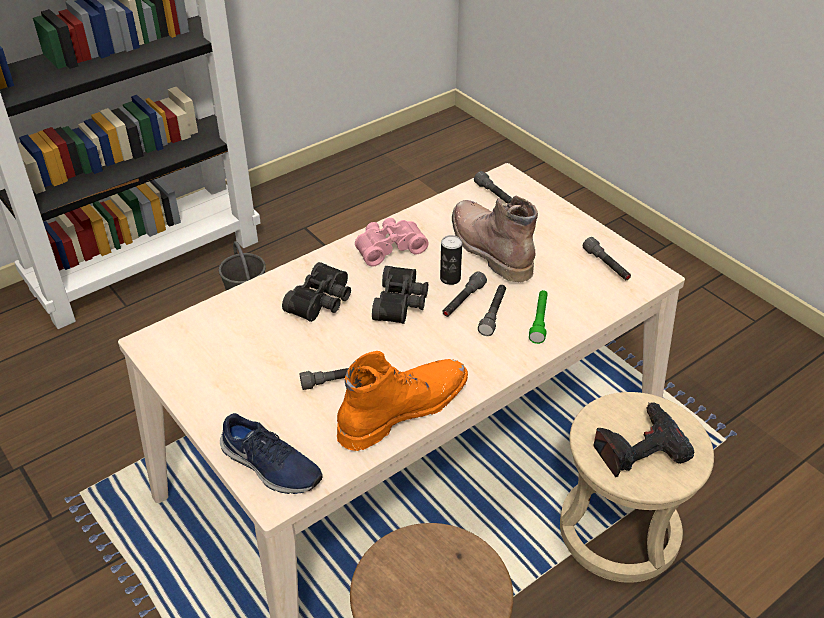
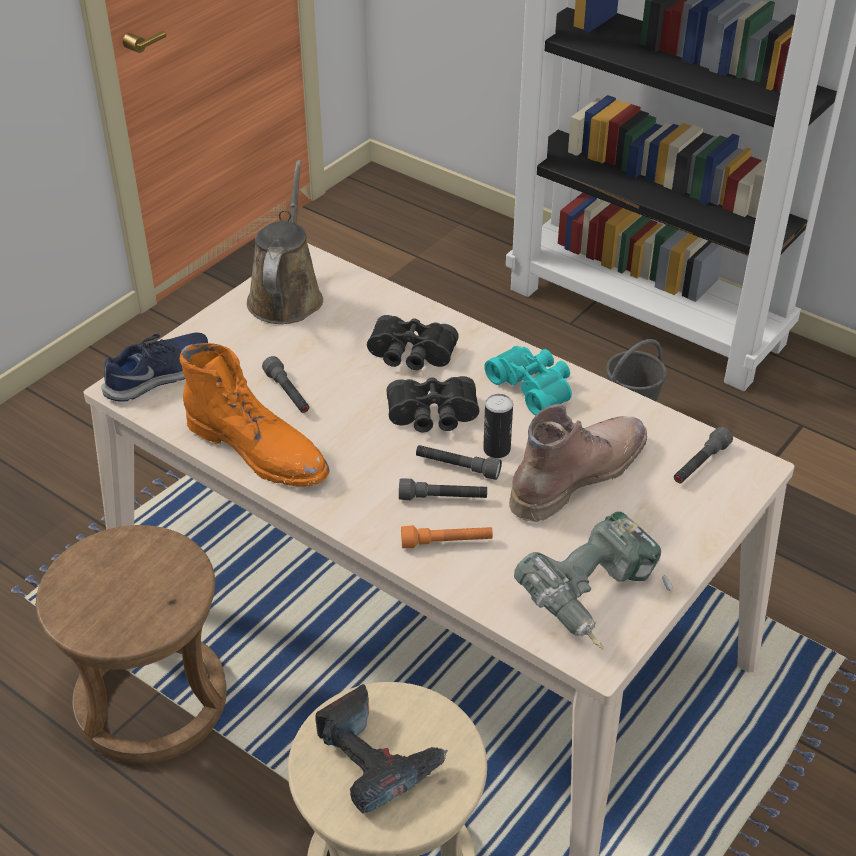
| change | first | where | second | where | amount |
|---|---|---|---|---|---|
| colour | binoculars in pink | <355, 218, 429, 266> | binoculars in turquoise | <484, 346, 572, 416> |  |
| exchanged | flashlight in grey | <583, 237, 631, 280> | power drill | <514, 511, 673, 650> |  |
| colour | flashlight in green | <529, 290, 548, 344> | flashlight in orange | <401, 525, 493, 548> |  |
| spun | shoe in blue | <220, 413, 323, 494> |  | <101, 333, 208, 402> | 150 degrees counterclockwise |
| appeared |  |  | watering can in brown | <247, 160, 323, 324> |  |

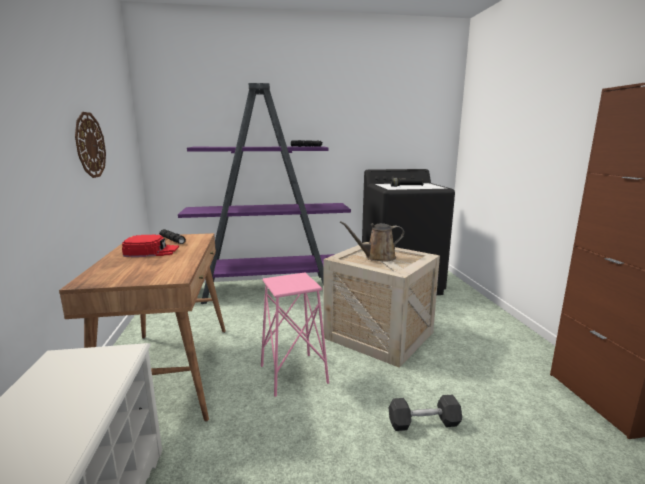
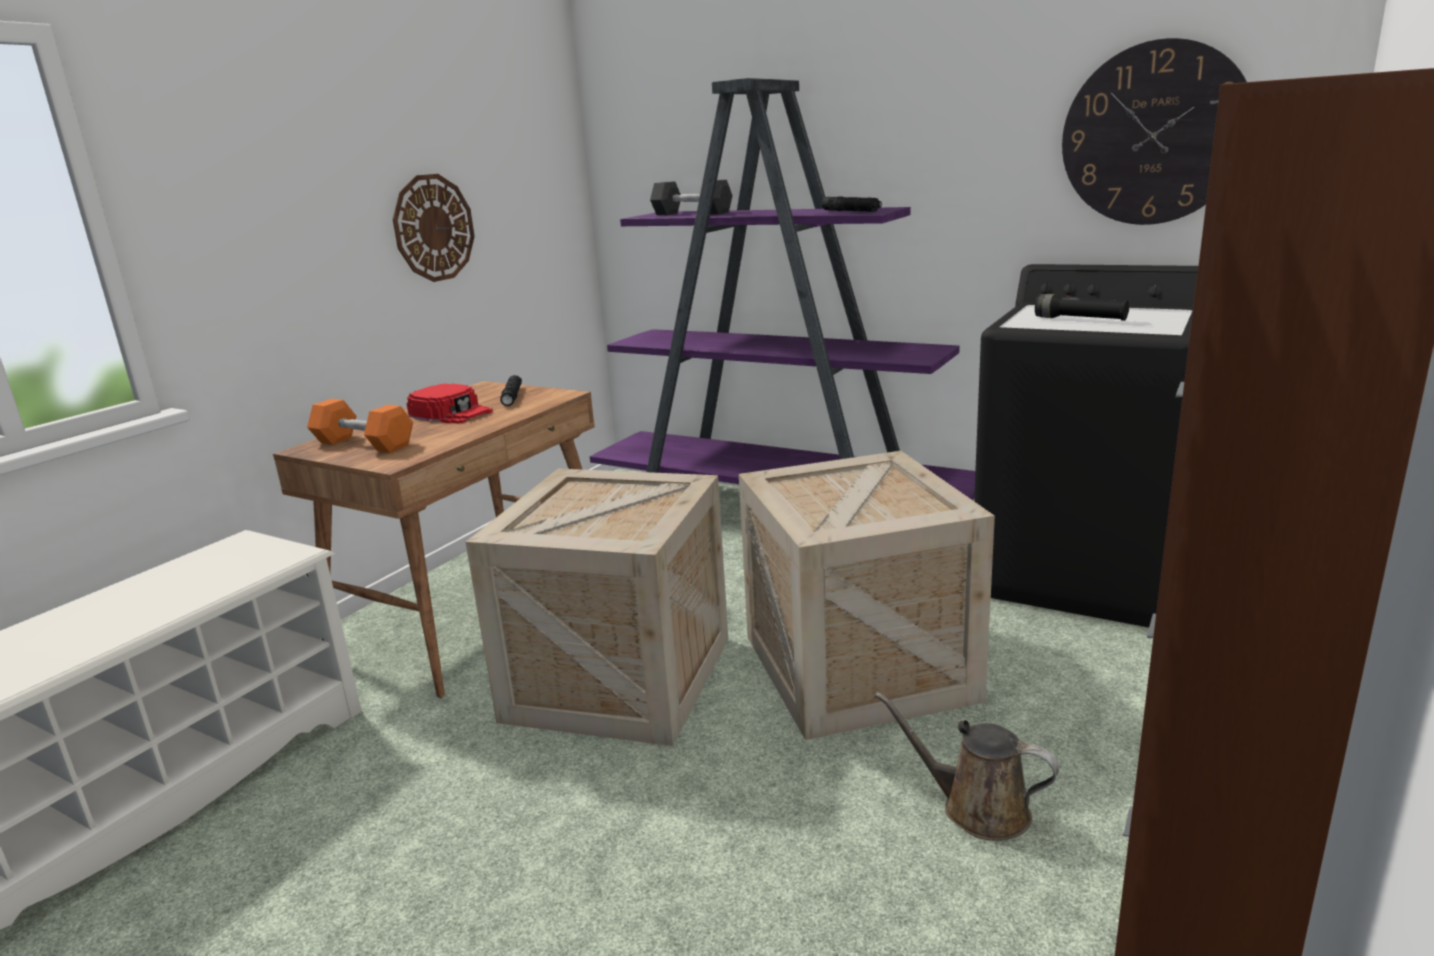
| change | first | where | second | where | amount |
|---|---|---|---|---|---|
| relocated | watering can in brown | <340, 221, 404, 262> |  | <875, 692, 1059, 841> |  |
| exchanged | stool in pink | <261, 273, 329, 397> | crate | <466, 469, 728, 746> |  |
| relocated | dumbbell in grey | <389, 394, 462, 431> |  | <650, 180, 733, 215> |  |
| appeared |  |  | wall clock | <1062, 38, 1247, 225> |  |
| appeared |  |  | dumbbell in orange | <307, 399, 413, 453> |  |

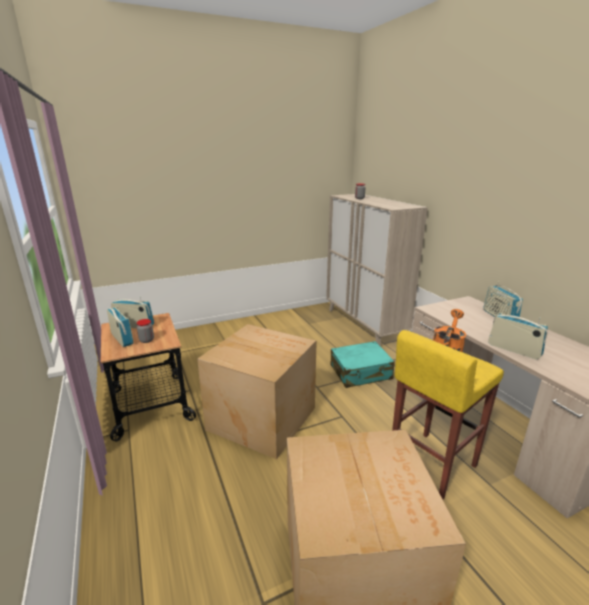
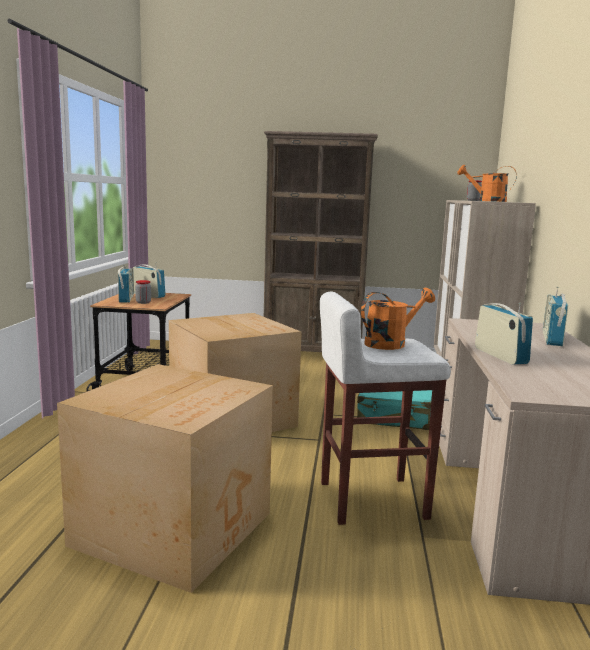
| change | first | where | second | where | amount |
|---|---|---|---|---|---|
| colour | stool in yellow | <392, 330, 504, 499> | stool in white | <320, 292, 451, 525> |  |
| appeared |  |  | bookcase in brown | <264, 131, 378, 352> |  |
| appeared |  |  | watering can in orange | <457, 165, 517, 202> |  |

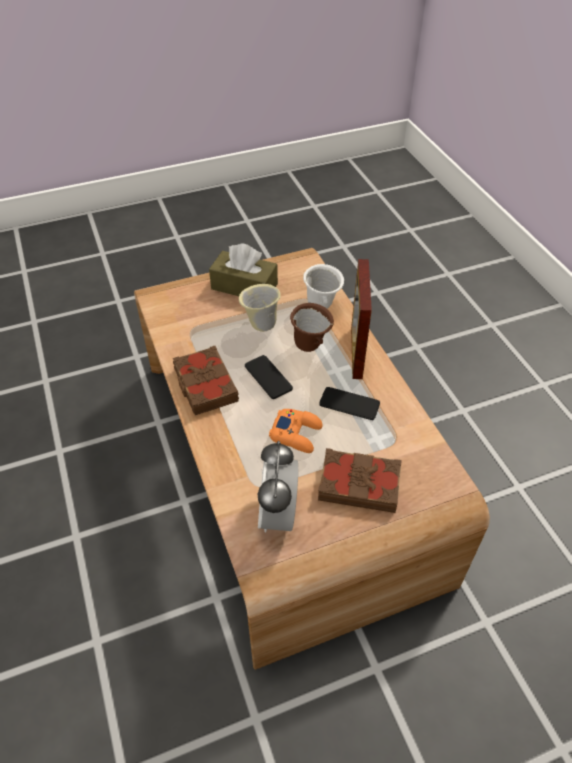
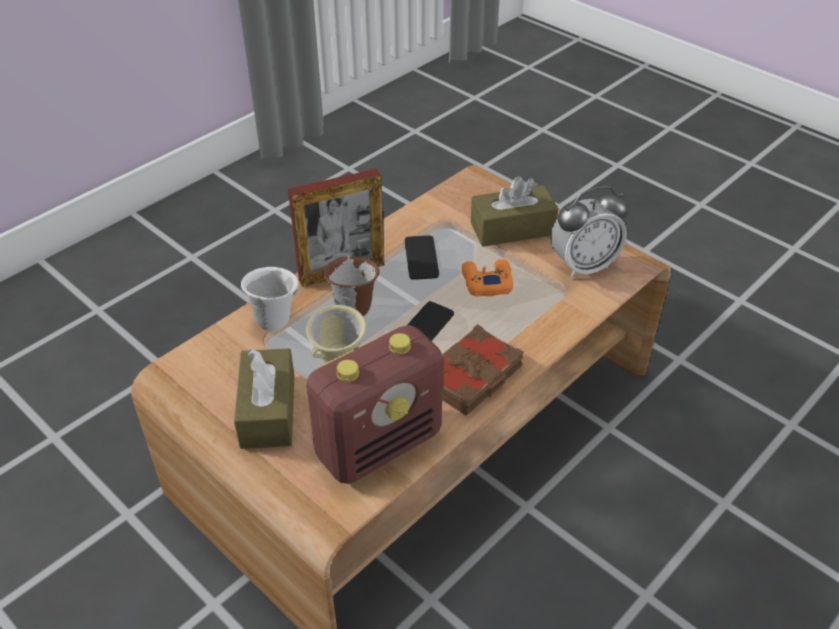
| change | first | where | second | where | amount |
|---|---|---|---|---|---|
| exchanged | book in brown | <318, 448, 402, 513> | tissue box in brown | <471, 176, 558, 247> |  |
| appeared |  |  | radio | <306, 325, 443, 484> |  |

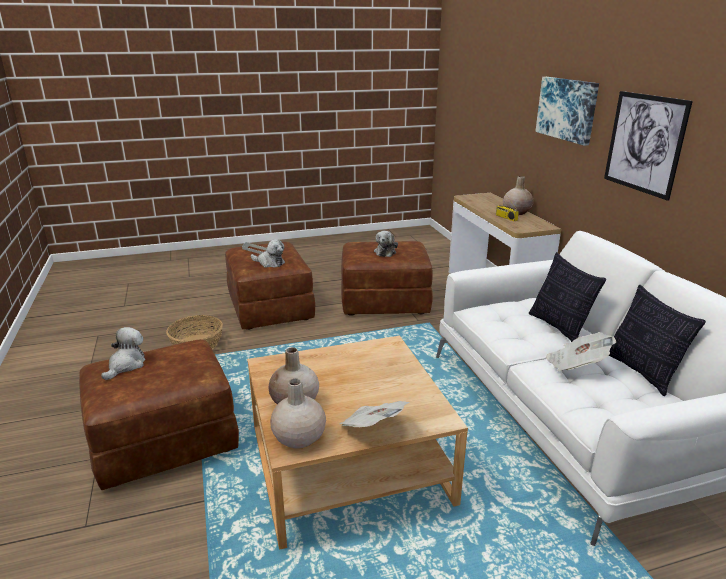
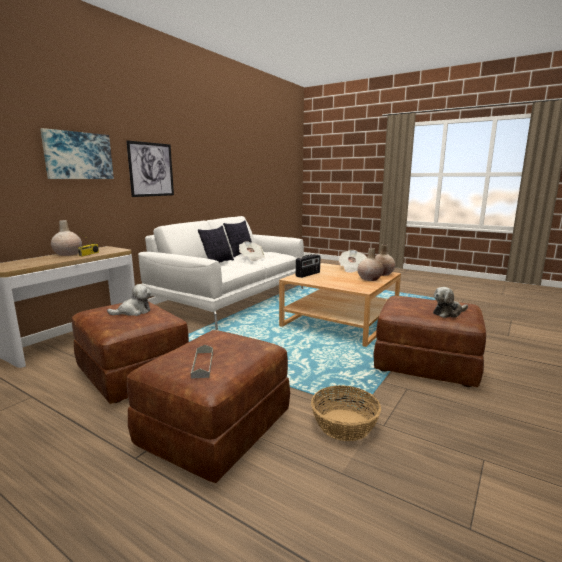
| change | first | where | second | where | amount |
|---|---|---|---|---|---|
| missing | plush toy | <251, 239, 285, 268> |  |  |  |
| appeared |  |  | radio | <296, 254, 320, 278> |  |

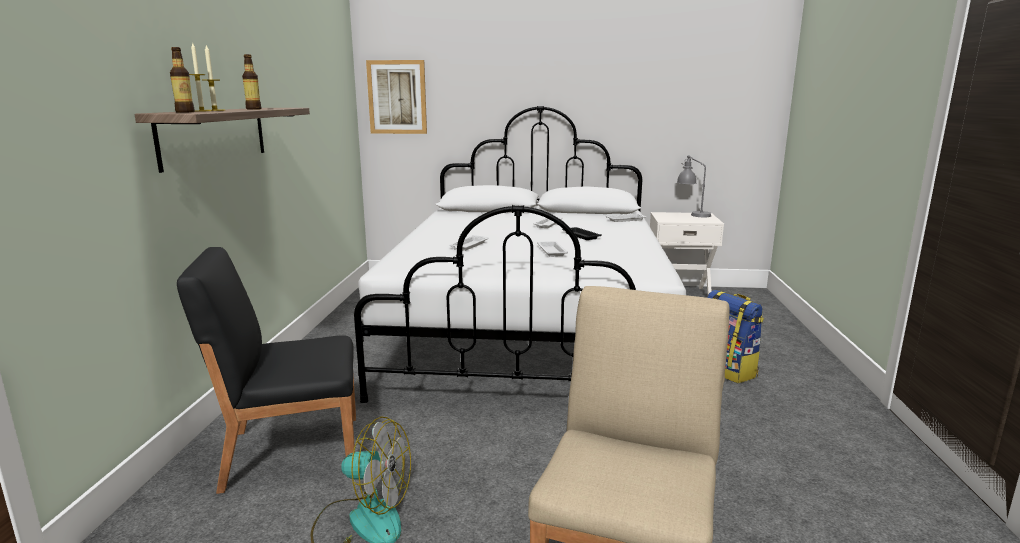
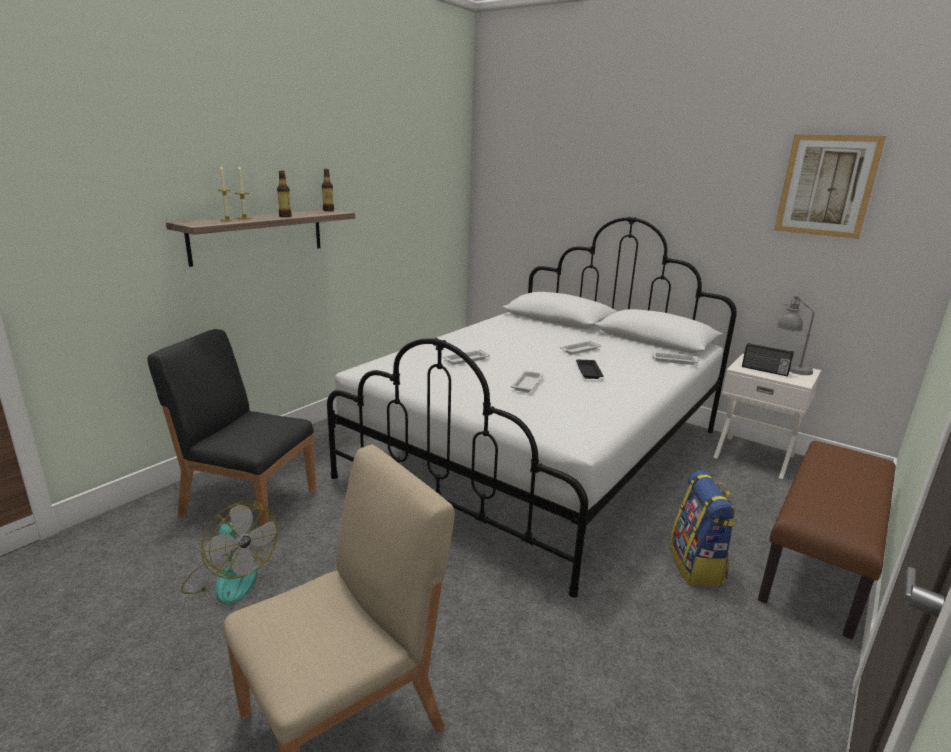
| change | first | where | second | where | amount |
|---|---|---|---|---|---|
| relocated | bottle | <170, 47, 195, 112> |  | <322, 169, 334, 211> |  |
| relocated | picture | <366, 60, 427, 134> |  | <774, 134, 886, 239> |  |
| appeared |  |  | radio | <742, 343, 794, 377> |  |
| appeared |  |  | bench in brown | <758, 441, 896, 640> |  |

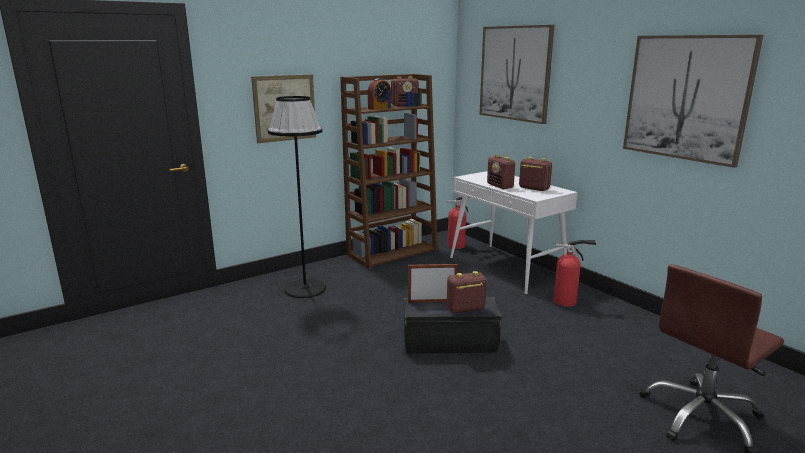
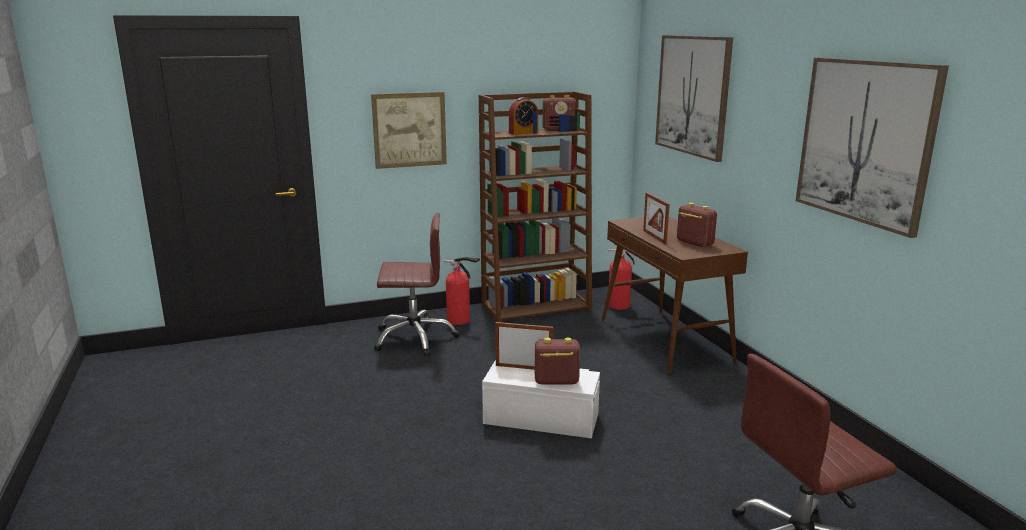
| change | first | where | second | where | amount |
|---|---|---|---|---|---|
| exchanged | floor lamp in black | <268, 96, 326, 298> | office chair in brown | <374, 213, 460, 356> |  |
| exchanged | radio | <487, 155, 516, 189> | picture frame | <643, 192, 670, 244> |  |
| colour | console table in white | <450, 171, 578, 294> | console table in brown | <602, 217, 748, 375> |  |
| relocated | fire extinguisher | <553, 240, 596, 307> |  | <444, 257, 480, 325> |  |
| colour | storage box in black | <404, 298, 502, 354> | storage box in white | <482, 360, 600, 438> |  |

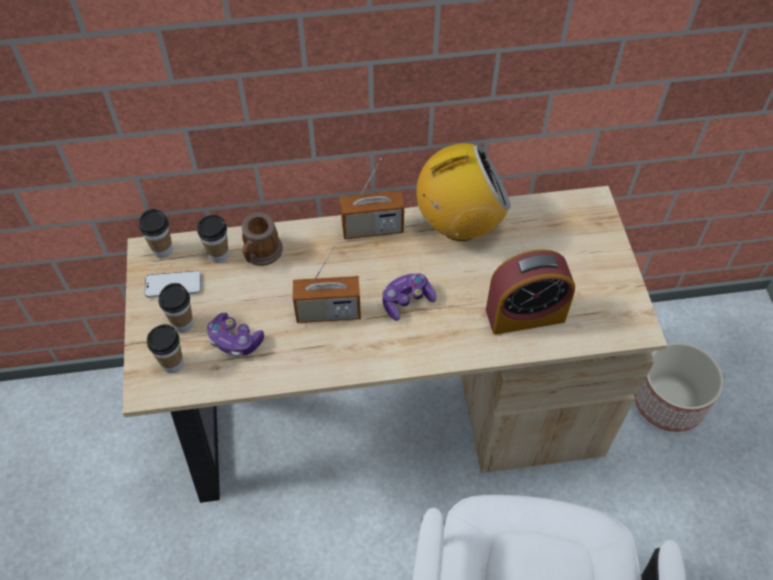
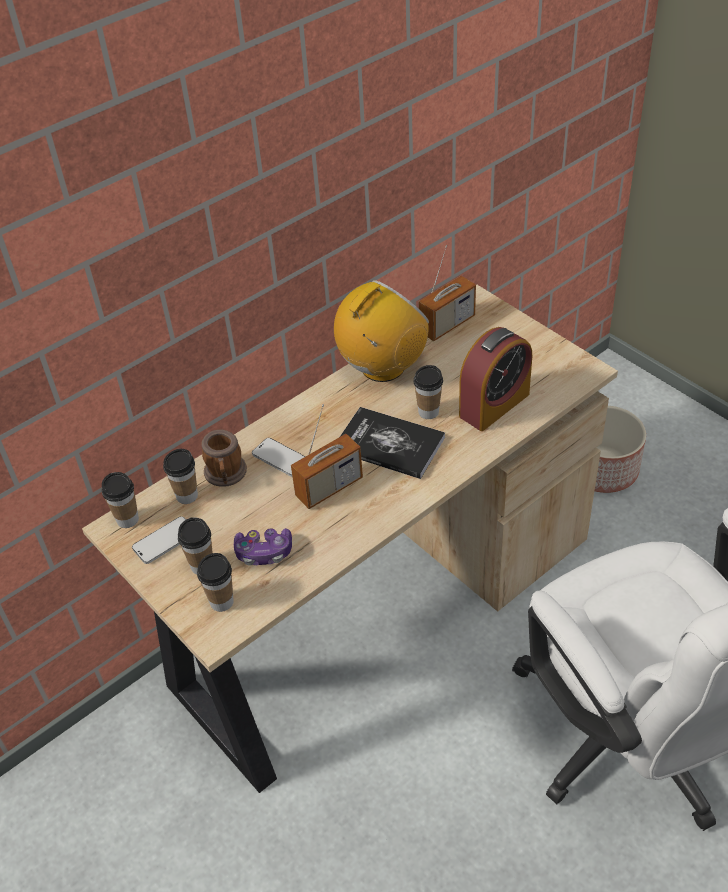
| change | first | where | second | where | amount |
|---|---|---|---|---|---|
| relocated | radio | <340, 158, 404, 239> |  | <419, 245, 476, 341> |  |
| exchanged | game controller | <382, 273, 436, 321> | book | <340, 407, 445, 479> |  |
| appeared |  |  | cup | <413, 365, 443, 419> |  |
| appeared |  |  | phone | <252, 438, 306, 477> |  |

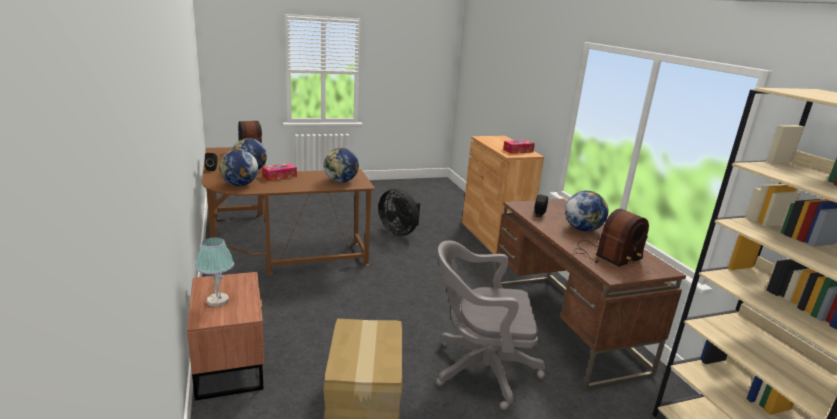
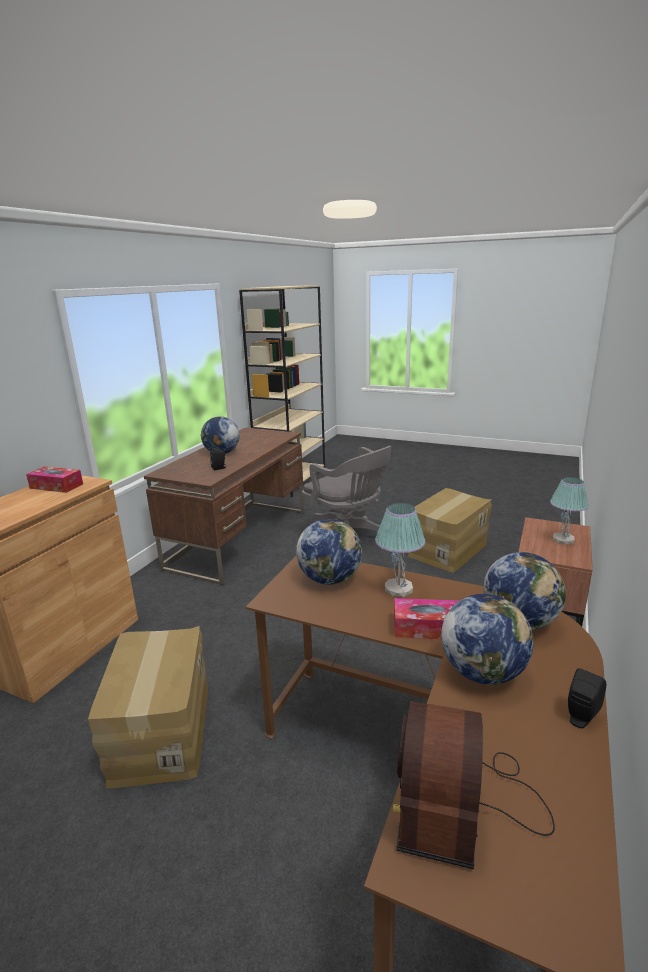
| change | first | where | second | where | amount |
|---|---|---|---|---|---|
| exchanged | fan in black | <378, 188, 420, 236> | cardboard box | <88, 626, 208, 788> |  |
| missing | radio | <574, 209, 649, 267> |  |  |  |
| appeared |  |  | table lamp | <375, 503, 425, 597> |  |

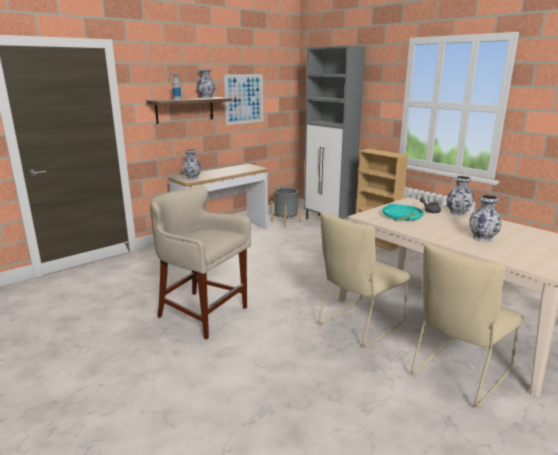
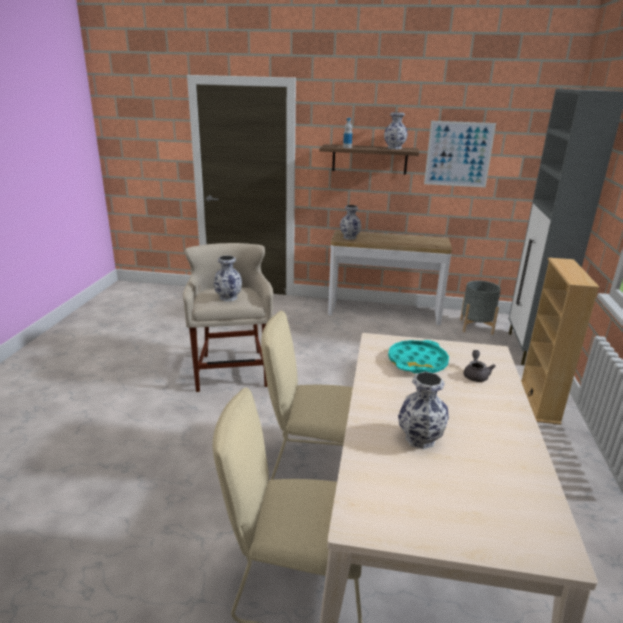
| change | first | where | second | where | amount |
|---|---|---|---|---|---|
| relocated | vase | <447, 176, 474, 216> |  | <214, 255, 242, 301> |  |

